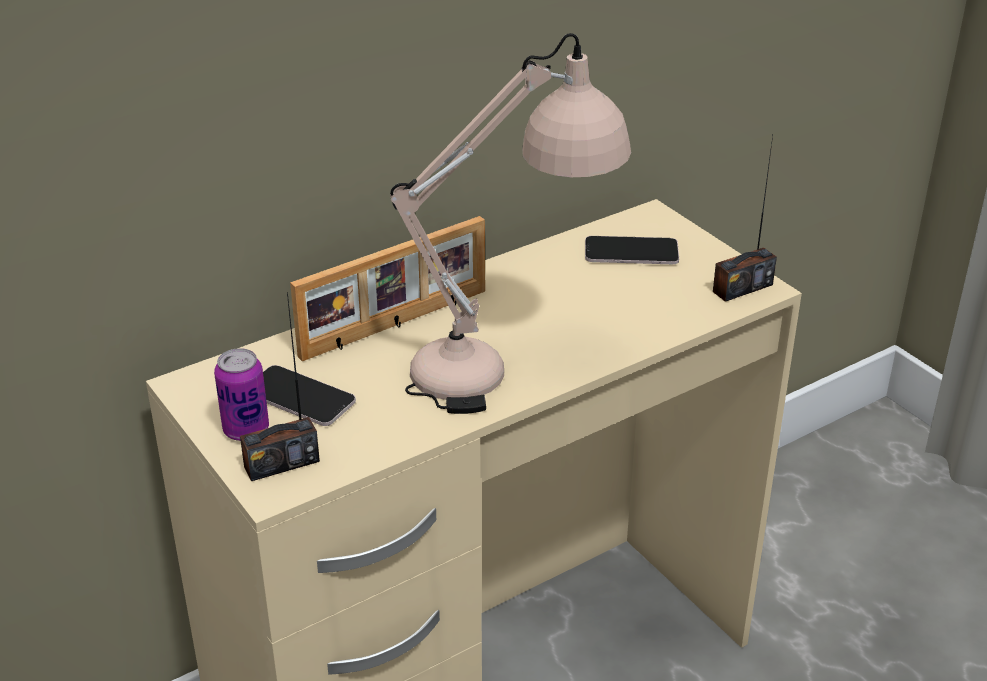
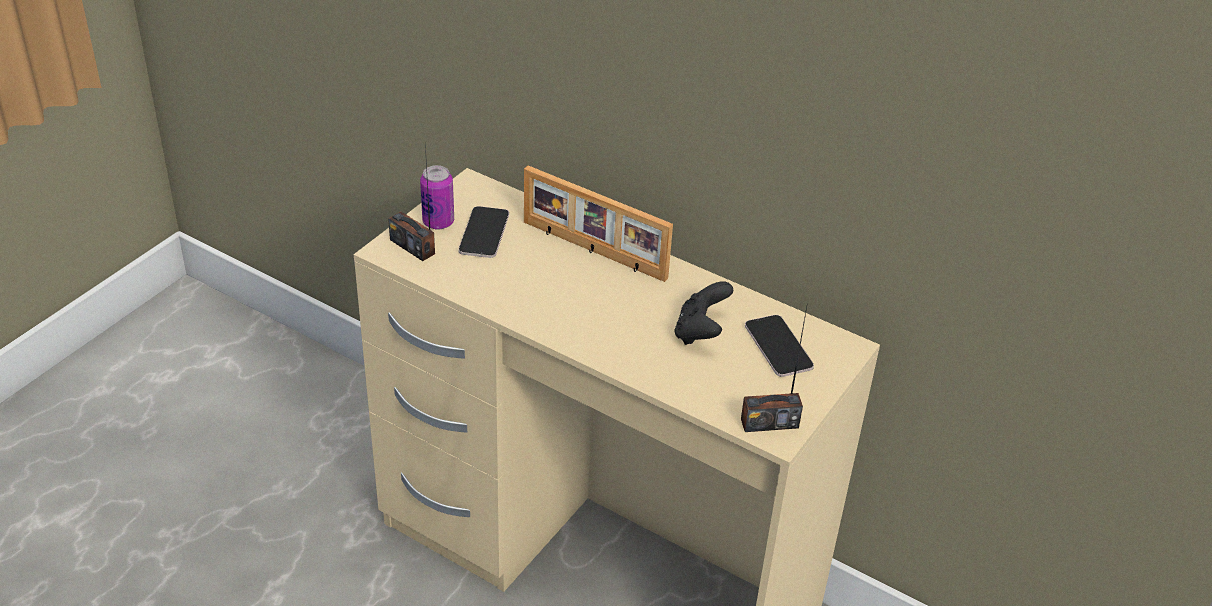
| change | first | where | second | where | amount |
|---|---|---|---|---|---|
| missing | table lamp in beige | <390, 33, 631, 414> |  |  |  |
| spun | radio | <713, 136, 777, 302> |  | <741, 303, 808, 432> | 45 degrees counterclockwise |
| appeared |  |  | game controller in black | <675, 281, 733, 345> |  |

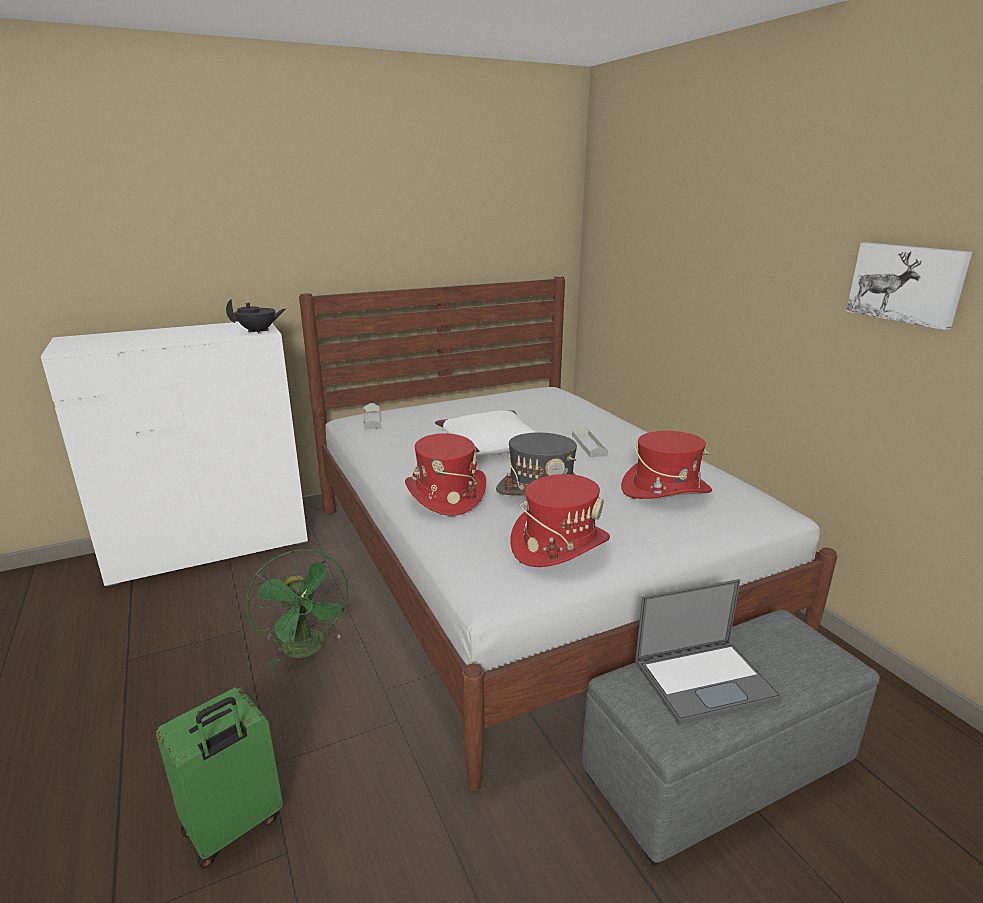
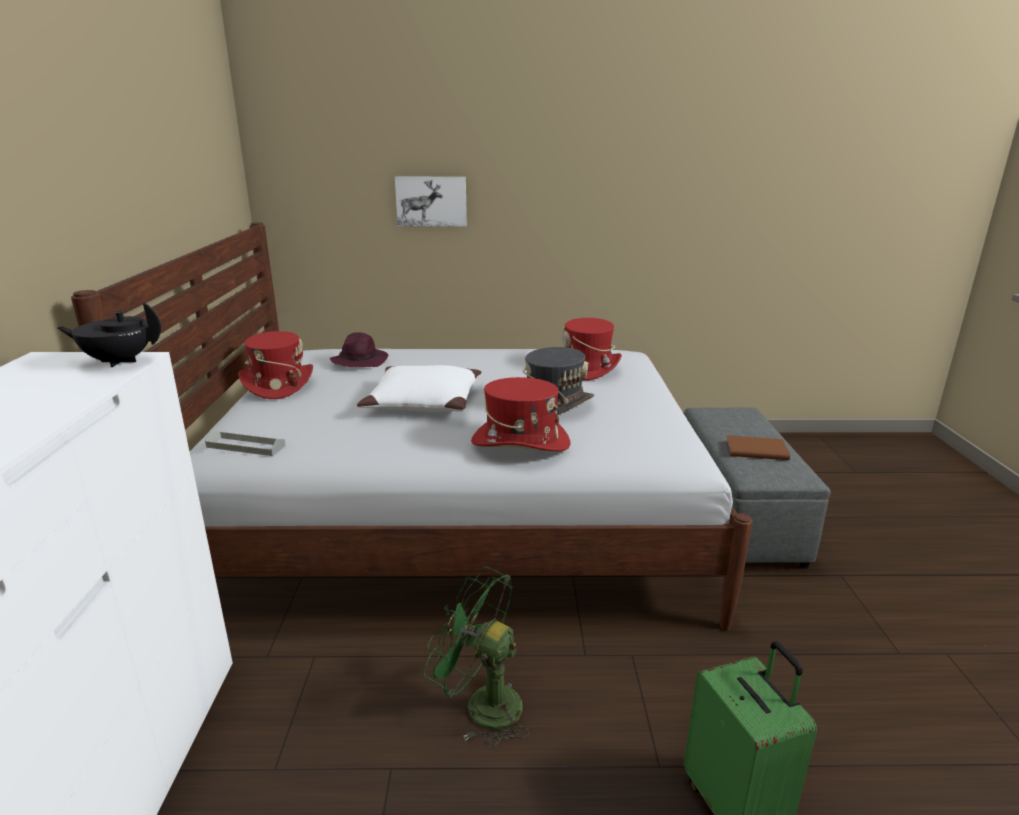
| change | first | where | second | where | amount |
|---|---|---|---|---|---|
| relocated | picture | <846, 242, 972, 330> |  | <395, 177, 467, 227> |  |
| spun | teapot in black | <226, 299, 286, 333> |  | <56, 302, 161, 367> | 90 degrees counterclockwise |
| missing | tray in grey | <572, 426, 608, 457> |  |  |  |
| relocated | hat in red | <510, 474, 610, 567> |  | <238, 331, 313, 399> |  |
| spun | fan in green | <246, 550, 350, 666> |  | <424, 566, 529, 747> | 150 degrees counterclockwise |
| exchanged | laptop | <635, 579, 782, 725> | book in brown | <726, 435, 790, 460> |  |
| appeared |  |  | hat in purple | <330, 332, 388, 367> |  |

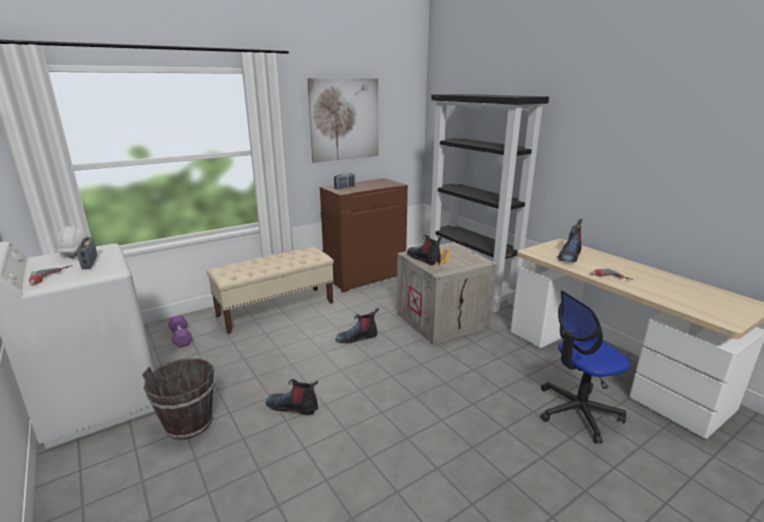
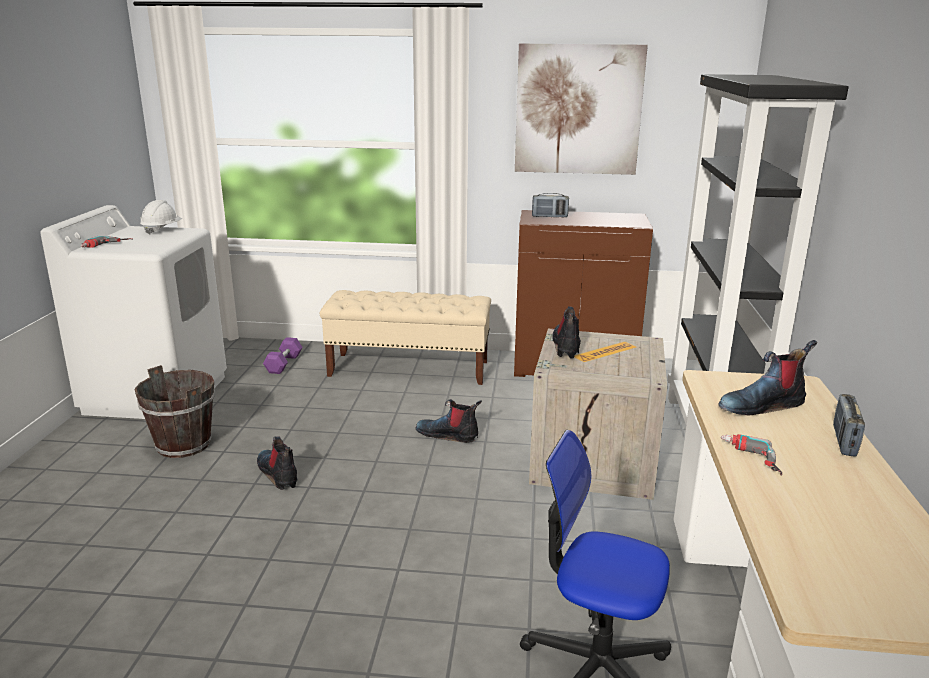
| change | first | where | second | where | amount |
|---|---|---|---|---|---|
| relocated | radio | <76, 237, 97, 269> |  | <833, 394, 865, 457> |  |

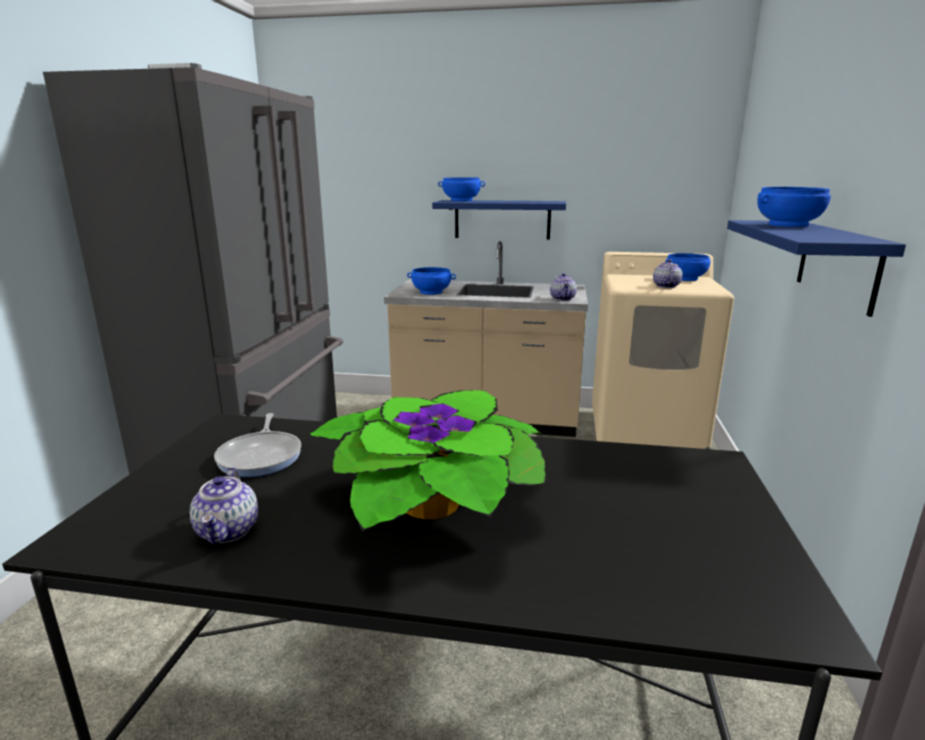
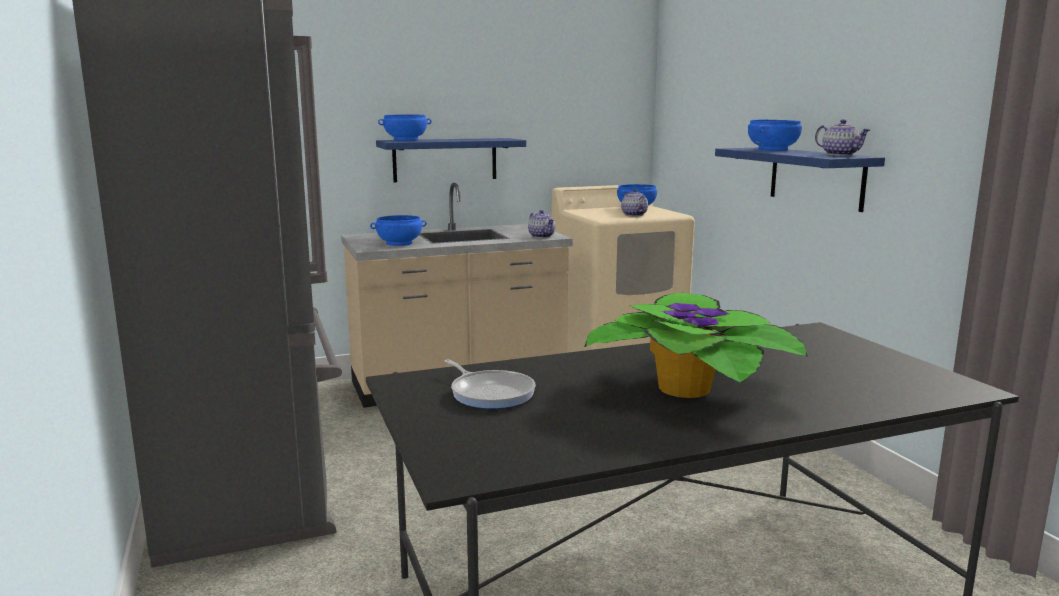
| change | first | where | second | where | amount |
|---|---|---|---|---|---|
| relocated | teapot | <190, 467, 258, 544> |  | <815, 119, 871, 156> |  |

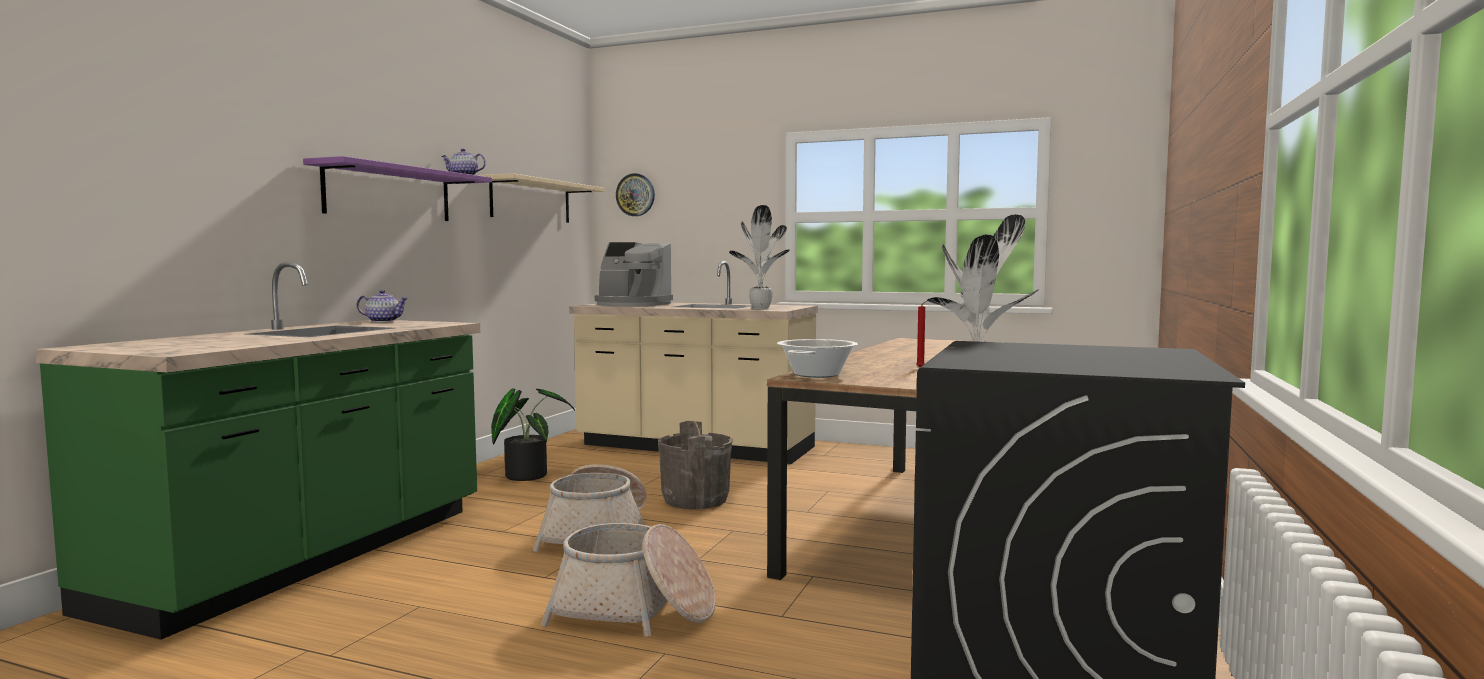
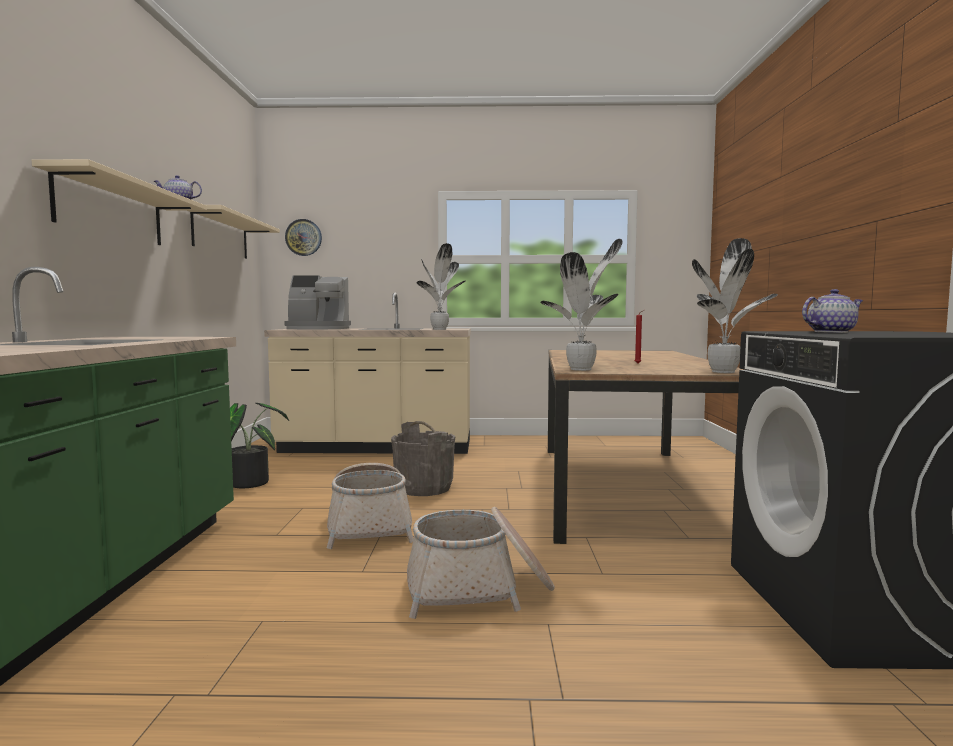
| change | first | where | second | where | amount |
|---|---|---|---|---|---|
| colour | shelf in purple | <303, 156, 492, 221> | shelf in beige | <32, 159, 207, 245> |  |
| relocated | teapot | <357, 290, 408, 322> |  | <802, 289, 863, 333> |  |
| exchanged | cooking pot | <777, 339, 858, 378> | potted plant | <540, 239, 623, 371> |  |

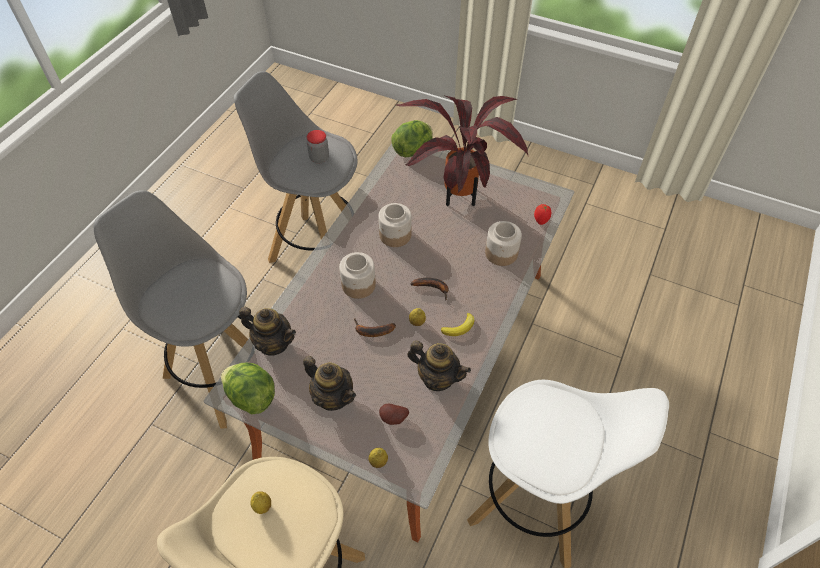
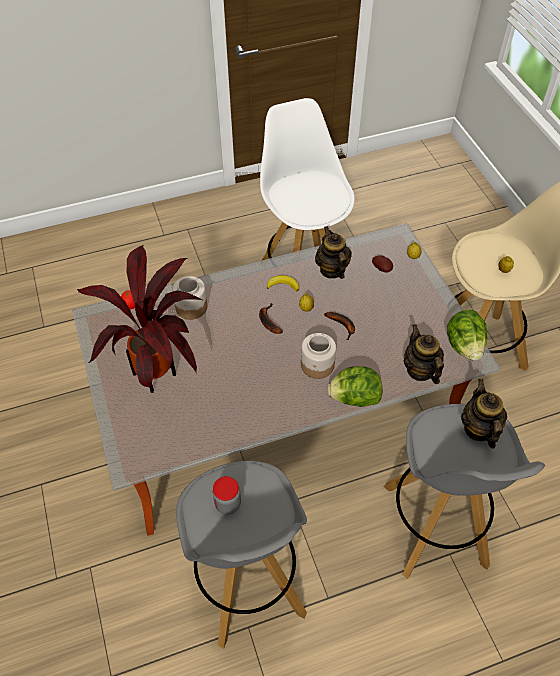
| change | first | where | second | where | amount |
|---|---|---|---|---|---|
| relocated | lettuce | <391, 120, 433, 157> |  | <327, 366, 382, 407> |  |
| missing | jar | <378, 203, 412, 247> |  |  |  |
| relocated | teapot | <303, 356, 356, 411> |  | <461, 379, 507, 448> |  |

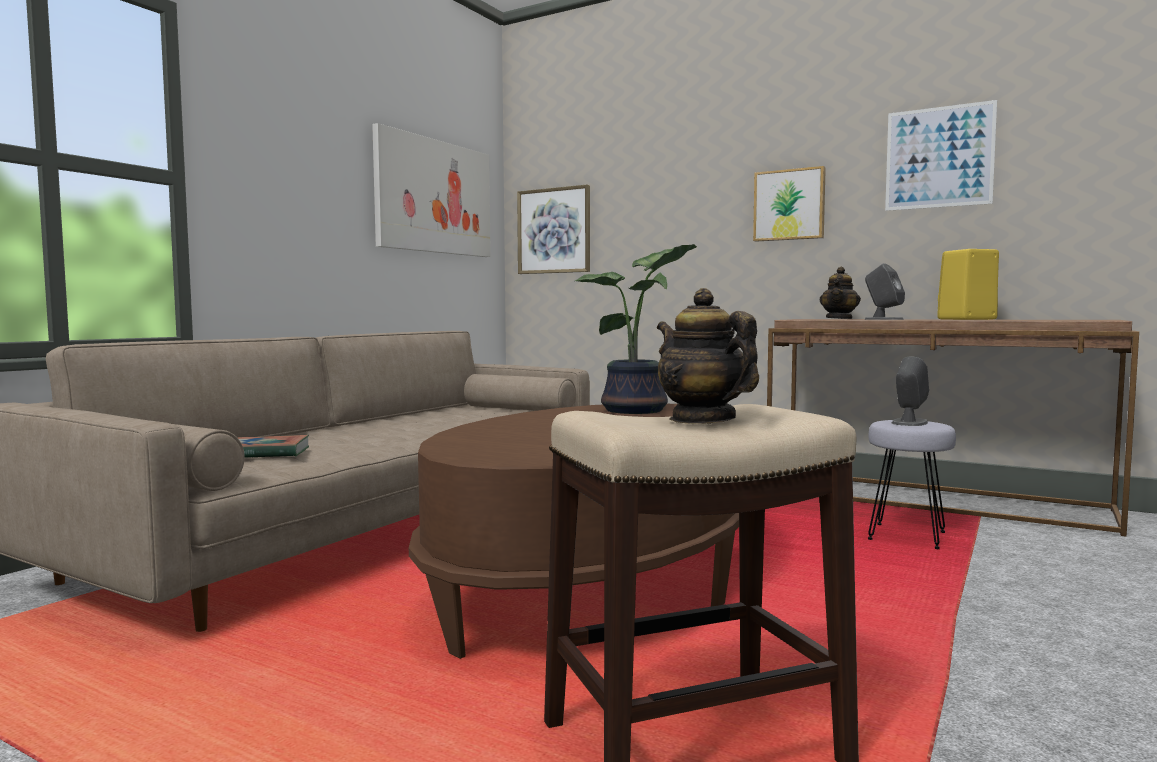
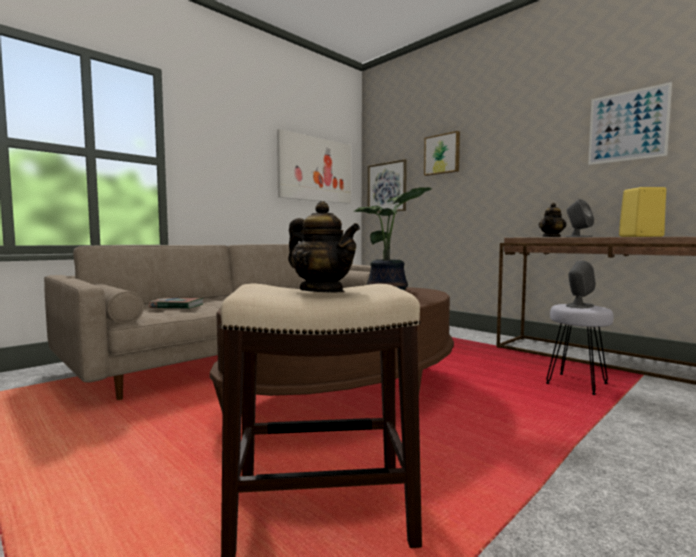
| change | first | where | second | where | amount |
|---|---|---|---|---|---|
| relocated | picture | <753, 166, 826, 242> |  | <424, 131, 460, 176> |  |
| spun | teapot | <657, 288, 759, 424> |  | <288, 201, 360, 292> | 150 degrees clockwise |

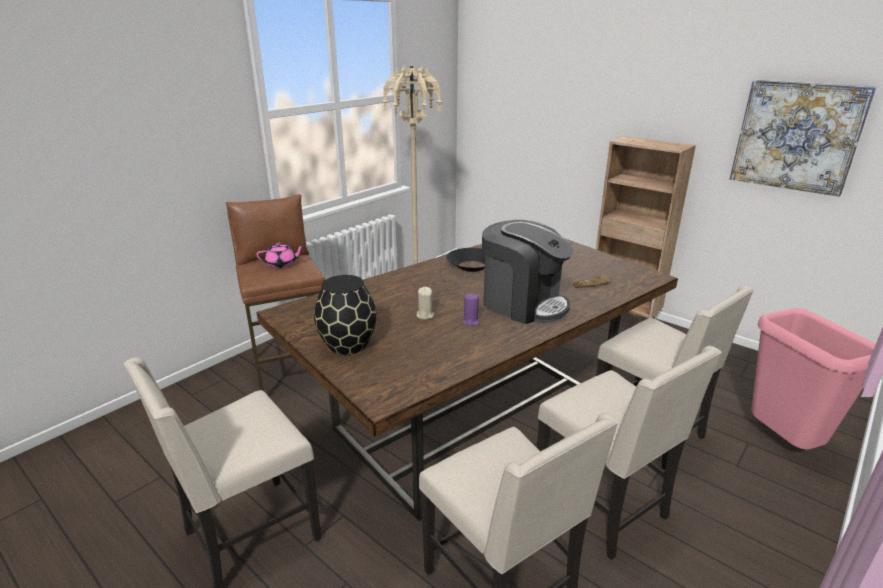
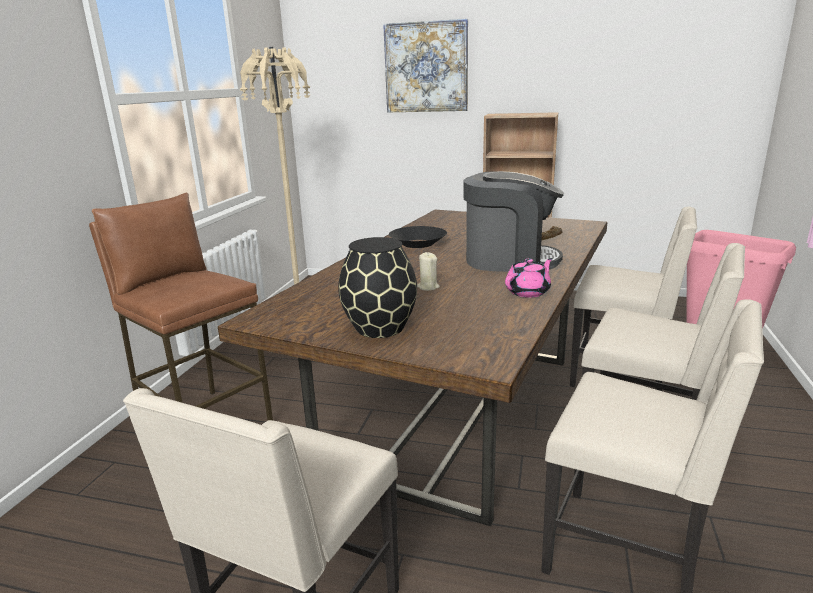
| change | first | where | second | where | amount |
|---|---|---|---|---|---|
| relocated | picture | <730, 79, 877, 197> |  | <383, 19, 468, 112> |  |
| relocated | teapot in pink | <256, 243, 305, 269> |  | <505, 258, 553, 298> |  |
| missing | candle in purple | <462, 294, 480, 326> |  |  |  |

